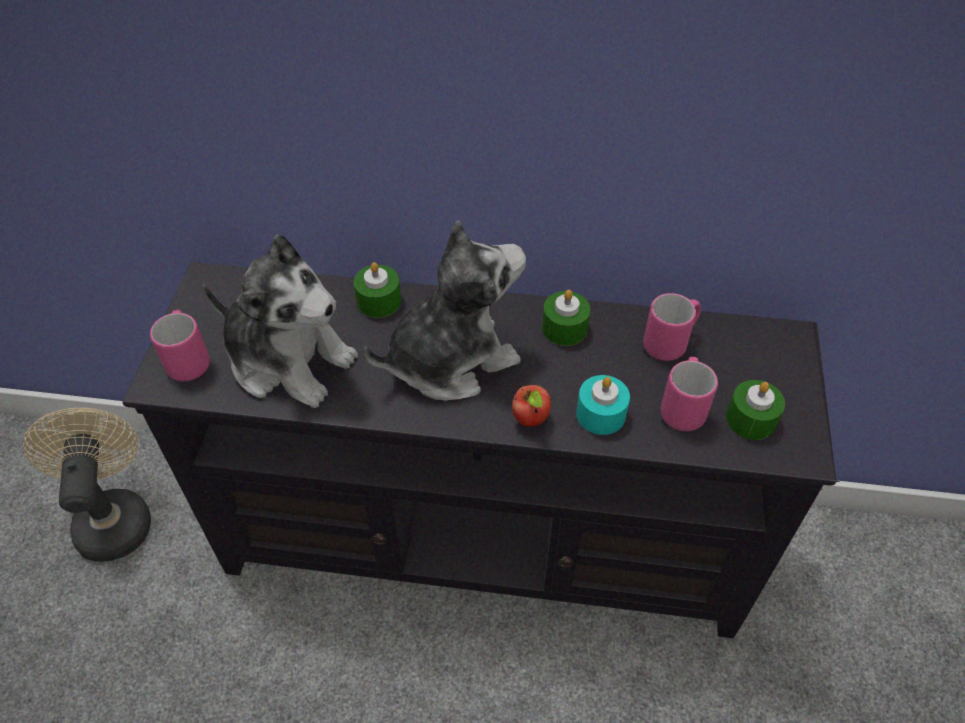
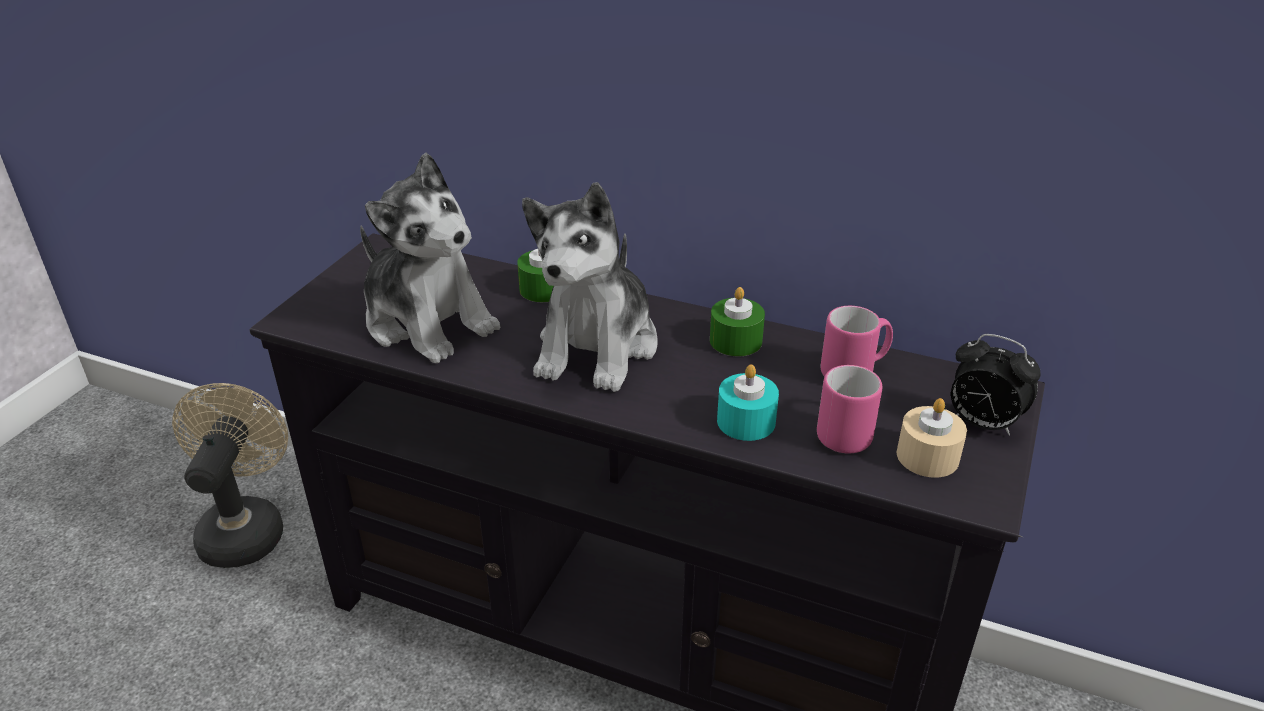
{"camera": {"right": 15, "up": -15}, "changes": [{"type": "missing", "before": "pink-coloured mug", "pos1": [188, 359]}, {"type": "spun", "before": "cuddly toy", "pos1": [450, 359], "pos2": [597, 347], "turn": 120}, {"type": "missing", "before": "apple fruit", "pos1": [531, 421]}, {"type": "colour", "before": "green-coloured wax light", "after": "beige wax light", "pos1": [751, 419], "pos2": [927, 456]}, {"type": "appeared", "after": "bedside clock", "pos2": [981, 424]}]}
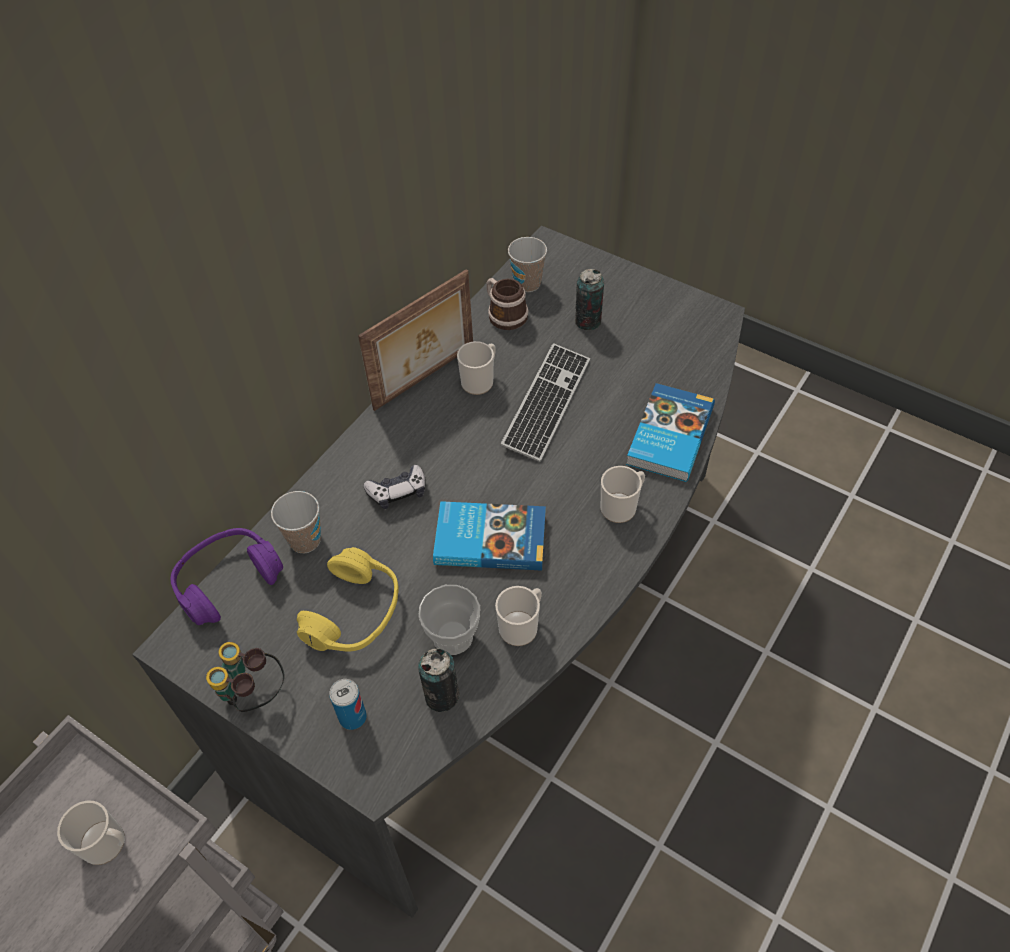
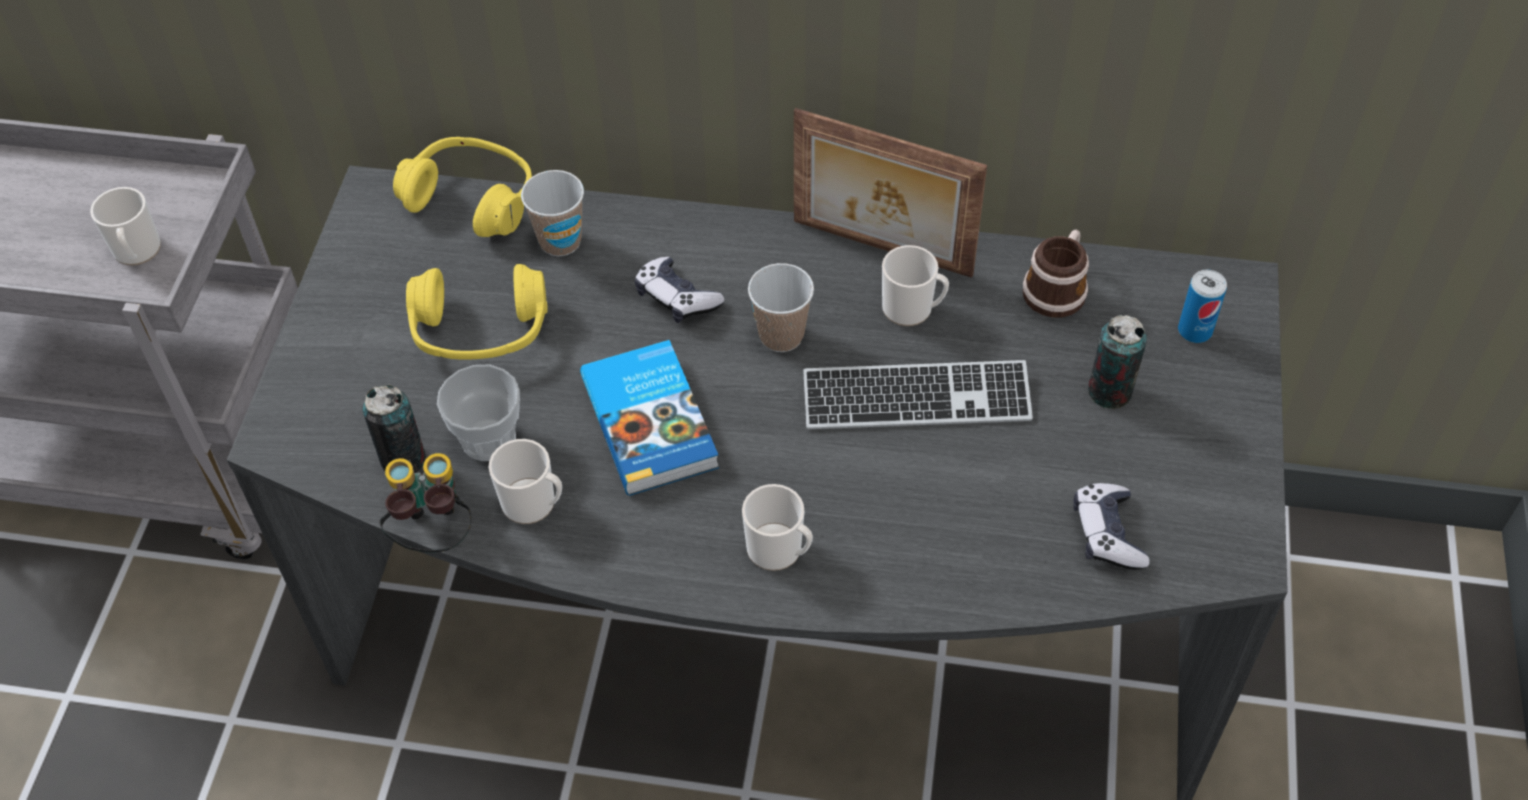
{"camera": {"right": 65, "up": 0}, "changes": [{"type": "colour", "before": "purple-coloured headset", "after": "yellow headset", "pos1": [228, 581], "pos2": [472, 199]}, {"type": "relocated", "before": "pair of binoculars", "pos1": [254, 695], "pos2": [433, 533]}, {"type": "relocated", "before": "sealed can", "pos1": [352, 717], "pos2": [1194, 330]}, {"type": "relocated", "before": "cup", "pos1": [527, 283], "pos2": [781, 336]}, {"type": "missing", "before": "volume", "pos1": [668, 436]}, {"type": "appeared", "after": "gamepad", "pos2": [1107, 534]}]}
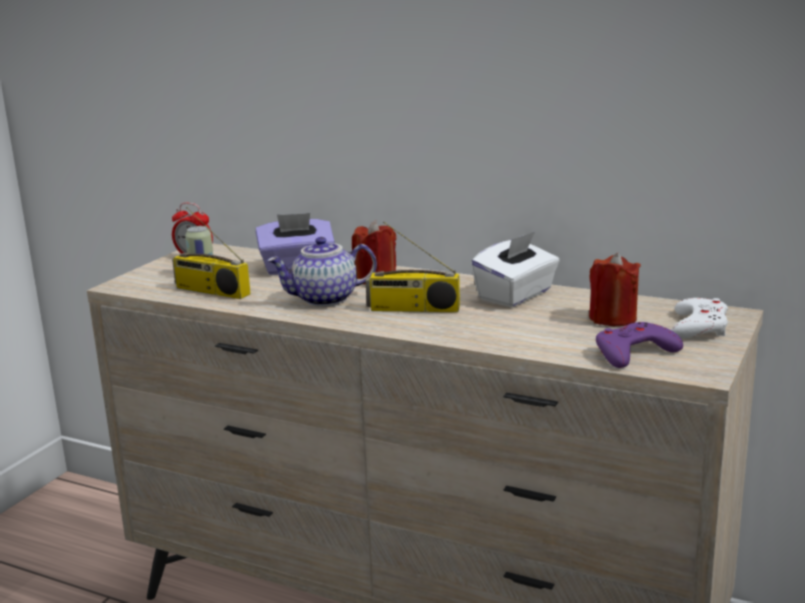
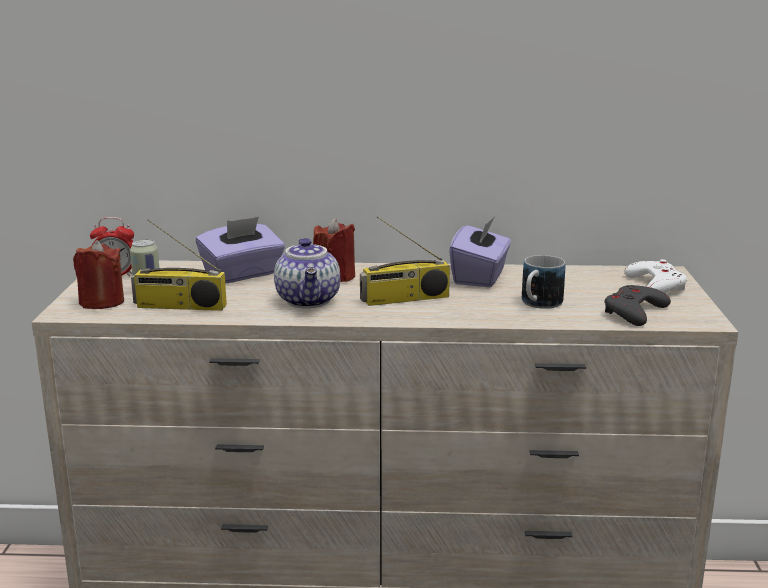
{"camera": {"right": -25, "up": 0}, "changes": [{"type": "spun", "before": "tea pot", "pos1": [325, 300], "pos2": [309, 301], "turn": -60}, {"type": "colour", "before": "white box of tissues", "after": "purple-coloured box of tissues", "pos1": [516, 295], "pos2": [480, 277]}, {"type": "relocated", "before": "reddish wax light", "pos1": [612, 318], "pos2": [102, 302]}, {"type": "colour", "before": "purple-coloured gamepad", "after": "gray gamepad", "pos1": [634, 352], "pos2": [634, 312]}, {"type": "appeared", "after": "mug", "pos2": [538, 304]}]}
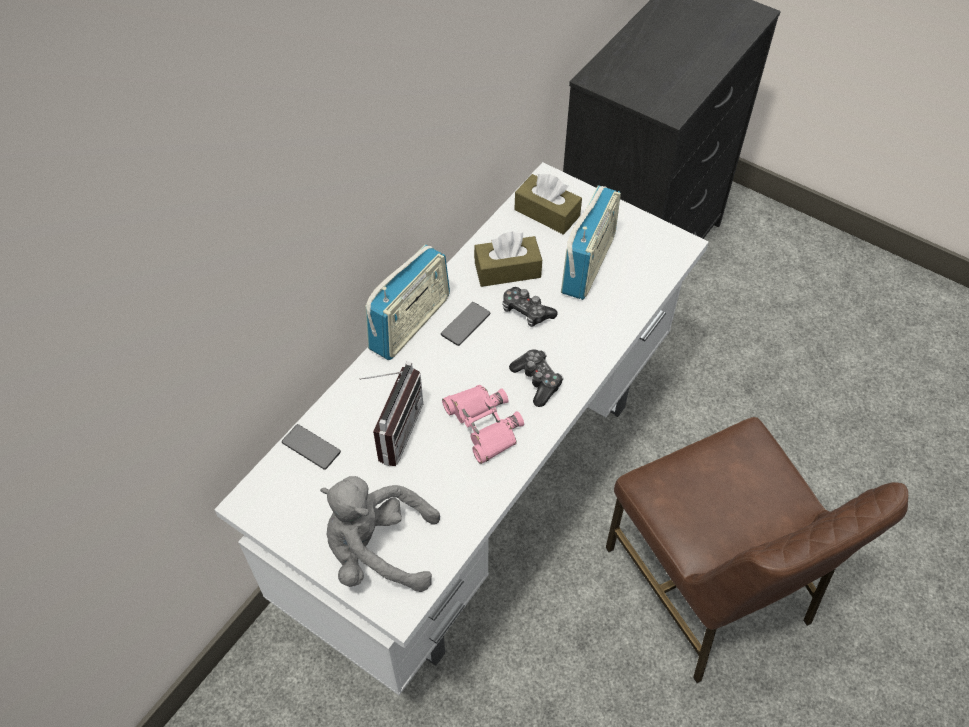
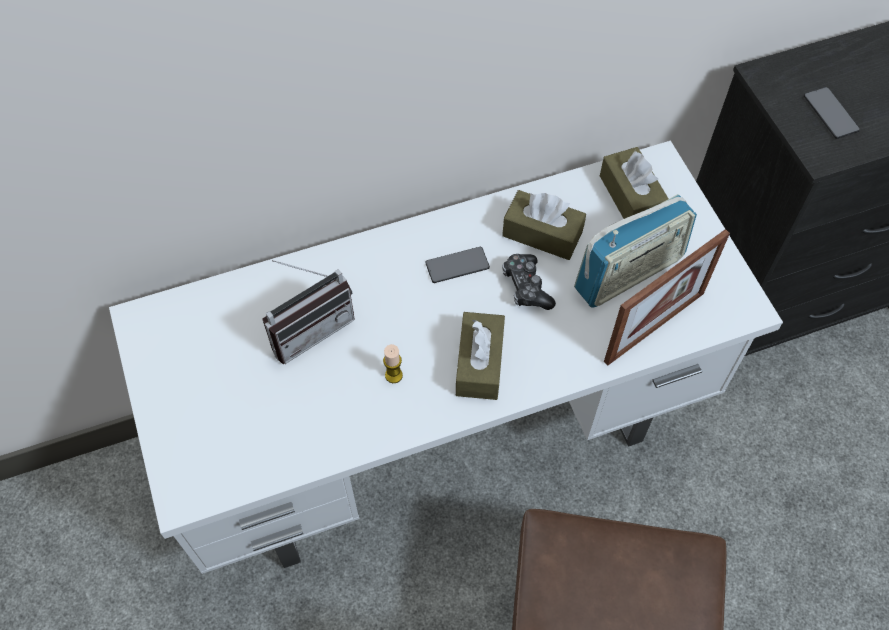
{"camera": {"right": 35, "up": 5}, "changes": [{"type": "relocated", "before": "handset", "pos1": [311, 447], "pos2": [830, 114]}, {"type": "missing", "before": "gray cuddly toy", "pos1": [377, 551]}, {"type": "missing", "before": "radio set", "pos1": [410, 323]}, {"type": "exchanged", "before": "pink-coloured pair of binoculars", "after": "wax light", "pos1": [483, 425], "pos2": [393, 375]}, {"type": "exchanged", "before": "gamepad", "after": "brown-coloured box of tissues", "pos1": [537, 381], "pos2": [479, 363]}, {"type": "appeared", "after": "standing frame", "pos2": [654, 327]}]}
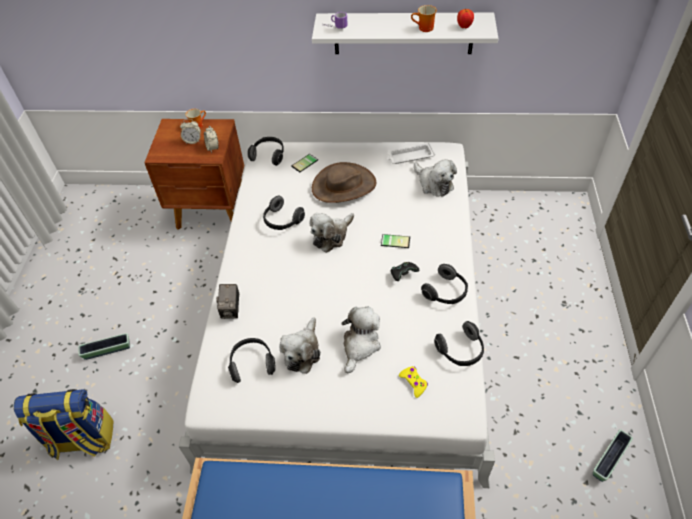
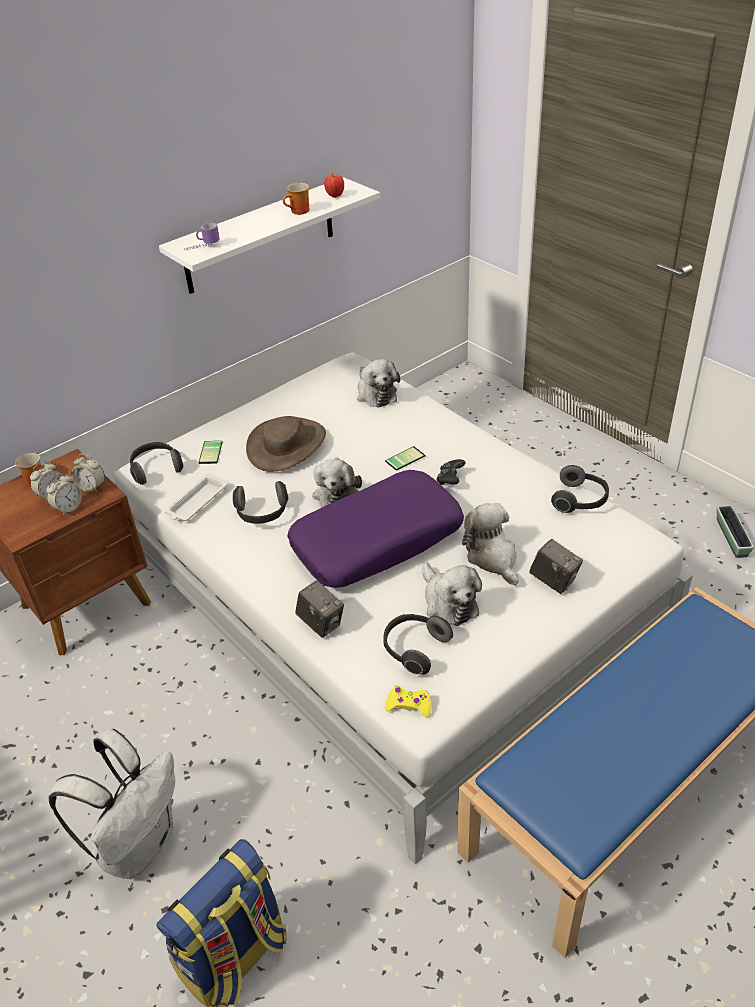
{"camera": {"right": -45, "up": -10}, "changes": [{"type": "exchanged", "before": "plant pot", "after": "white knapsack", "pos1": [107, 350], "pos2": [138, 843]}, {"type": "relocated", "before": "white tray", "pos1": [410, 156], "pos2": [197, 502]}, {"type": "relocated", "before": "yellow gamepad", "pos1": [413, 382], "pos2": [409, 705]}, {"type": "spun", "before": "cuddly toy", "pos1": [434, 183], "pos2": [375, 393], "turn": 60}, {"type": "missing", "before": "headset", "pos1": [446, 292]}, {"type": "appeared", "after": "bedside clock", "pos2": [68, 508]}, {"type": "appeared", "after": "purple-coloured cushion", "pos2": [377, 540]}, {"type": "appeared", "after": "still camera", "pos2": [554, 581]}]}
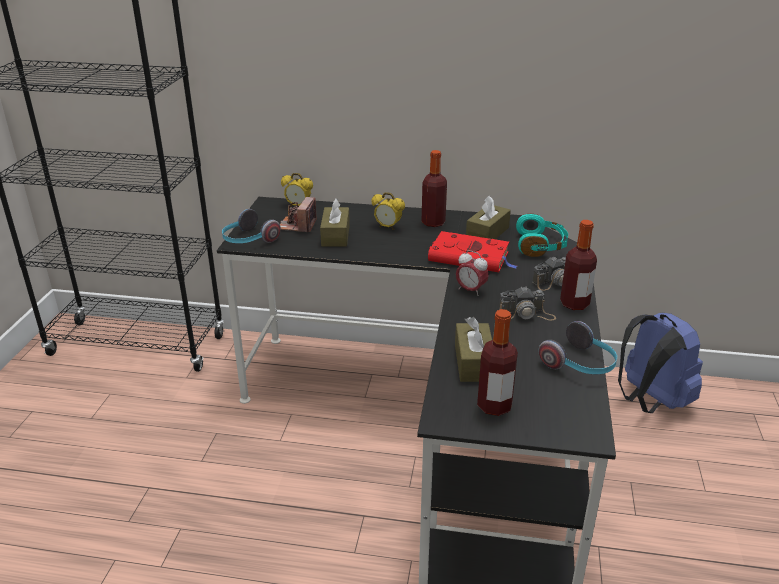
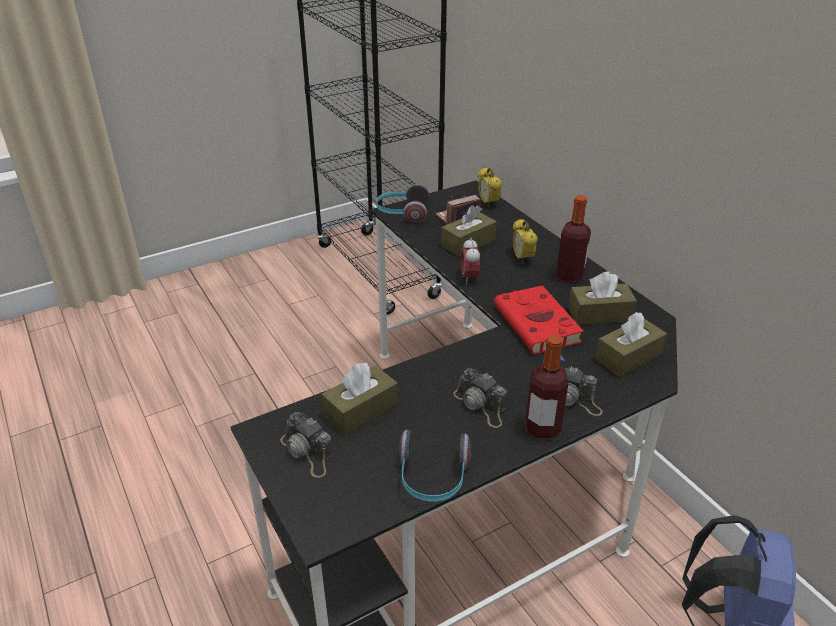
{"camera": {"right": 50, "up": 5}, "changes": [{"type": "relocated", "before": "bedside clock", "pos1": [470, 290], "pos2": [469, 278]}, {"type": "exchanged", "before": "drink bottle", "after": "still camera", "pos1": [494, 406], "pos2": [307, 452]}, {"type": "exchanged", "before": "turquoise headset", "after": "brown-coloured box of tissues", "pos1": [541, 245], "pos2": [628, 357]}]}
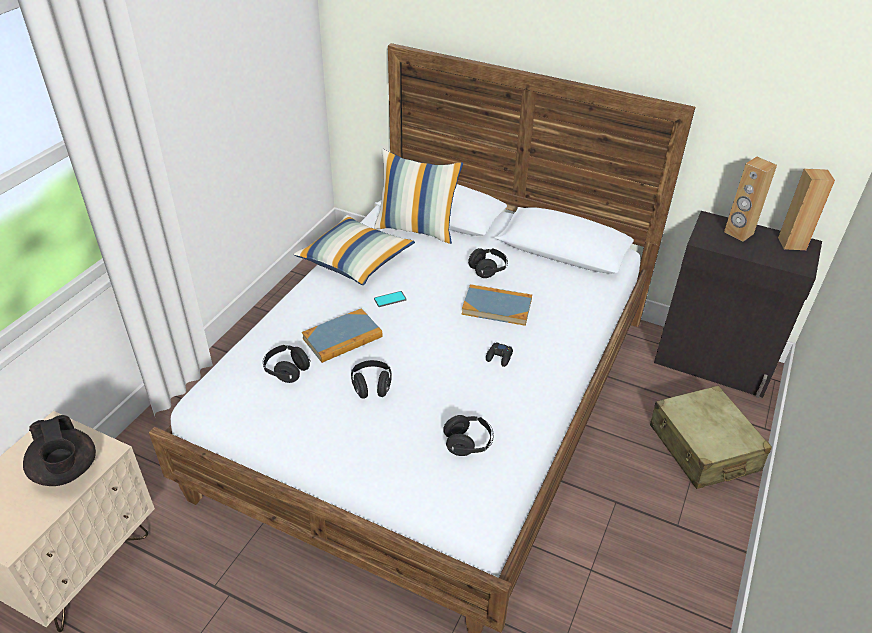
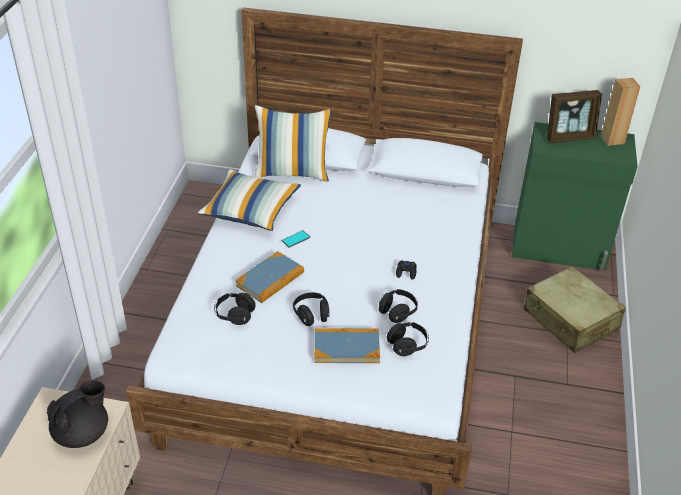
{"camera": {"right": -15, "up": 0}, "changes": [{"type": "spun", "before": "black tea pot", "pos1": [66, 471], "pos2": [83, 433], "turn": -90}, {"type": "relocated", "before": "volume", "pos1": [497, 307], "pos2": [346, 348]}, {"type": "relocated", "before": "black headset", "pos1": [488, 270], "pos2": [397, 312]}, {"type": "colour", "before": "black storage cabinet", "after": "green-coloured storage cabinet", "pos1": [713, 363], "pos2": [559, 249]}, {"type": "exchanged", "before": "brown-coloured audio speaker", "after": "standing frame", "pos1": [738, 233], "pos2": [569, 137]}]}
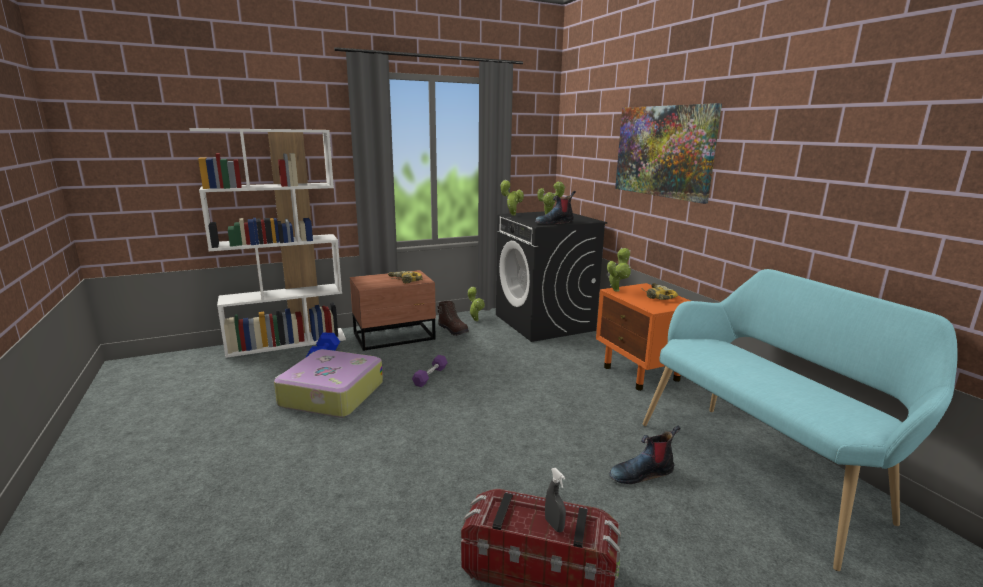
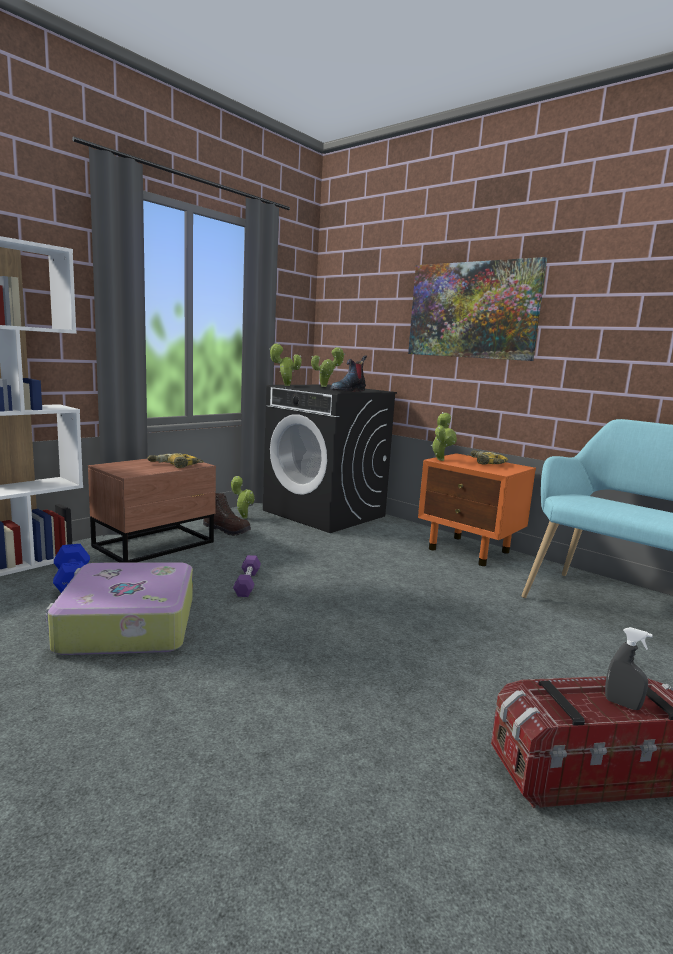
{"camera": {"right": -25, "up": -5}, "changes": [{"type": "missing", "before": "boot", "pos1": [641, 473]}]}
